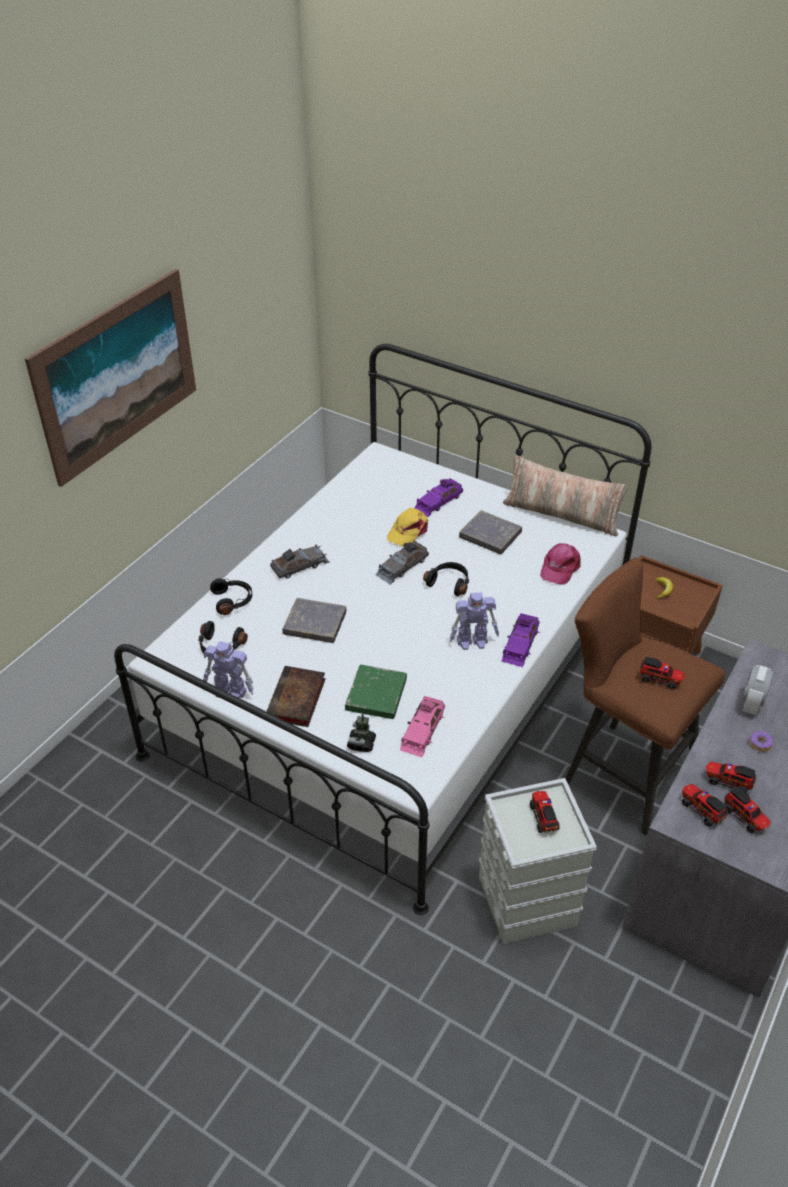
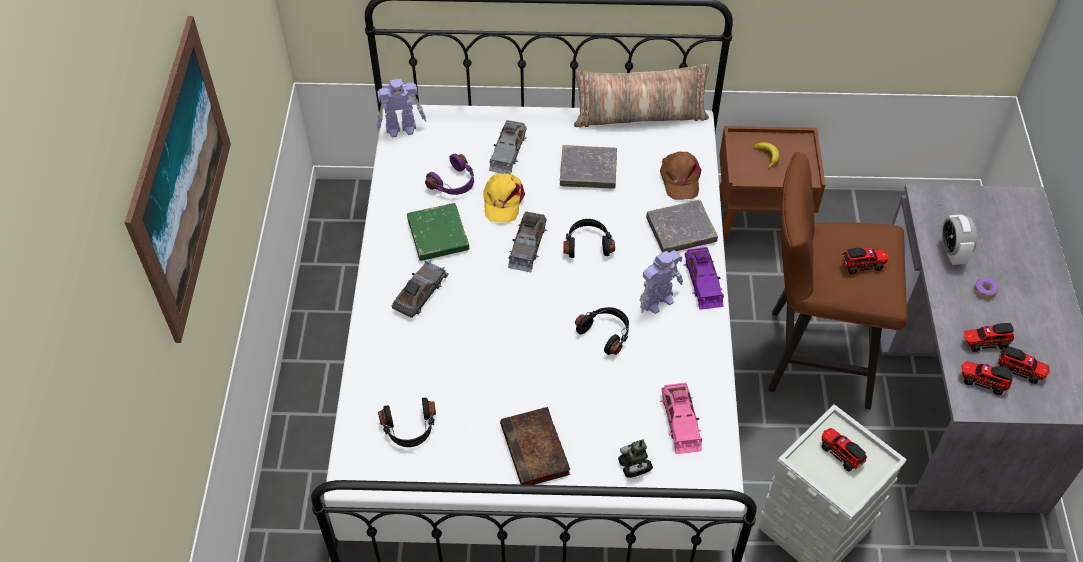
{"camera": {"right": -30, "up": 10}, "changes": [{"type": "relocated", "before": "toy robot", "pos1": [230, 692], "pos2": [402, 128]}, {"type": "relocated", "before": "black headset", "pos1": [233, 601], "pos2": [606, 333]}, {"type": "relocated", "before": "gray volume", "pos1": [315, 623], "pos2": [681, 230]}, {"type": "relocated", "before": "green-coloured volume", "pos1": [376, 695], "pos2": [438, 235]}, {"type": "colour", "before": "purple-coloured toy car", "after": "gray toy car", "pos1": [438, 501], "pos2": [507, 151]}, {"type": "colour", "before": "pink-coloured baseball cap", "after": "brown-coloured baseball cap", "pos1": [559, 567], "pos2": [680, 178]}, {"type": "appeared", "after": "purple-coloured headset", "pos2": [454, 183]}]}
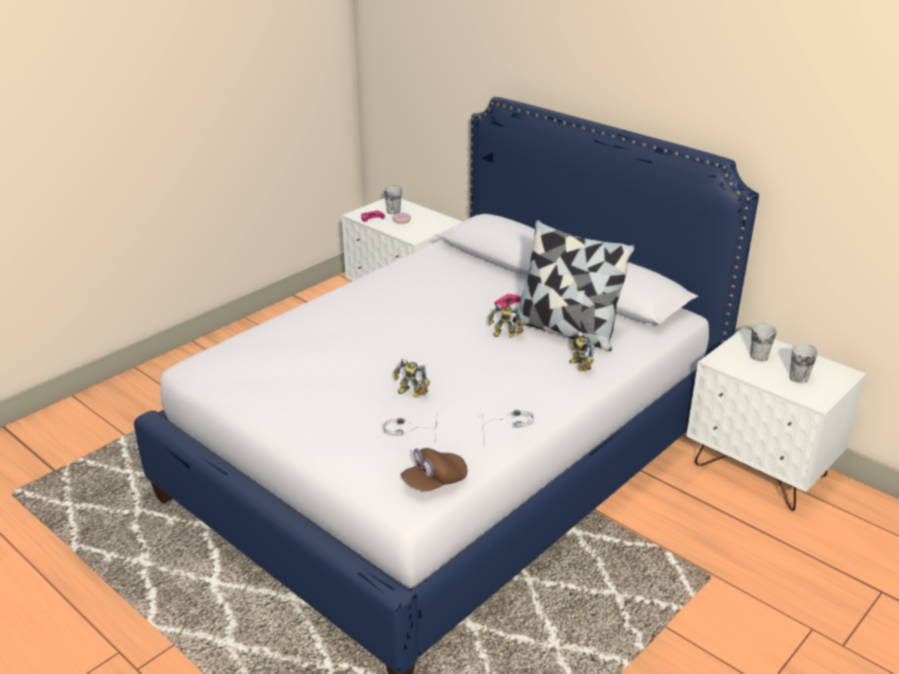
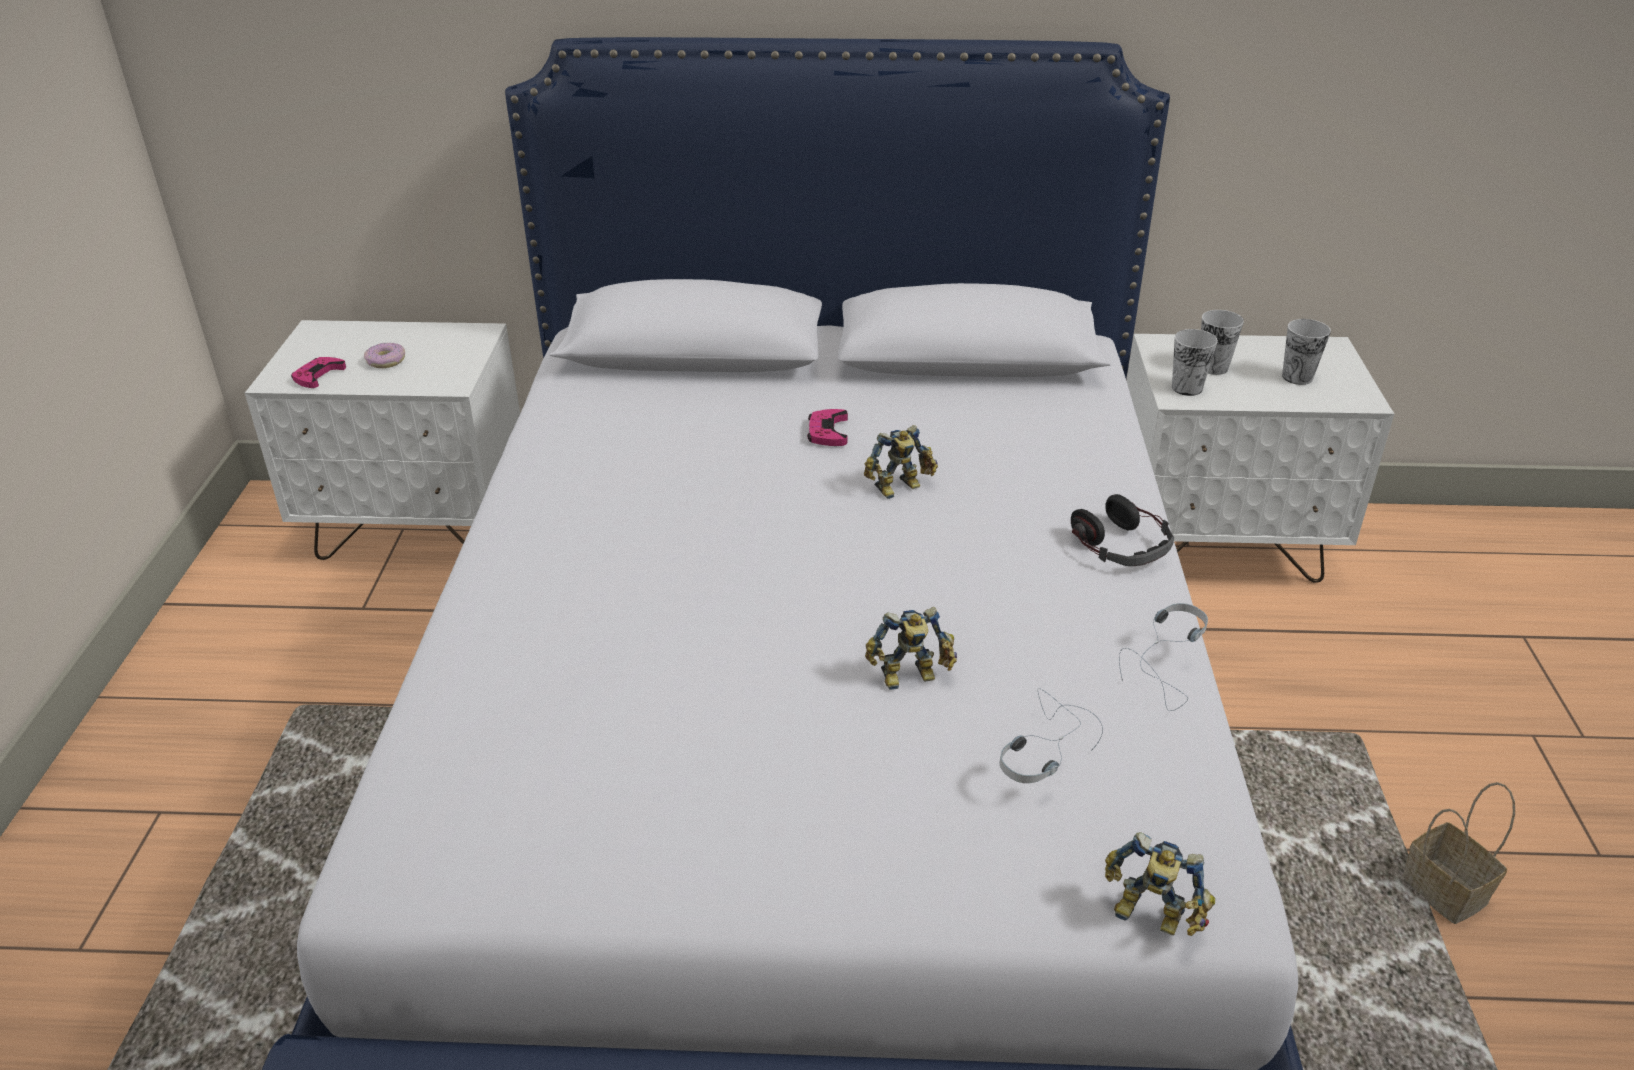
{"camera": {"right": -40, "up": 5}, "changes": [{"type": "relocated", "before": "cup", "pos1": [393, 211], "pos2": [1187, 388]}, {"type": "missing", "before": "brown-coloured baseball cap", "pos1": [434, 482]}, {"type": "missing", "before": "cushion", "pos1": [566, 330]}, {"type": "relocated", "before": "toy robot", "pos1": [578, 366], "pos2": [1150, 918]}, {"type": "appeared", "after": "headset", "pos2": [1121, 544]}, {"type": "appeared", "after": "household basket", "pos2": [1441, 889]}]}
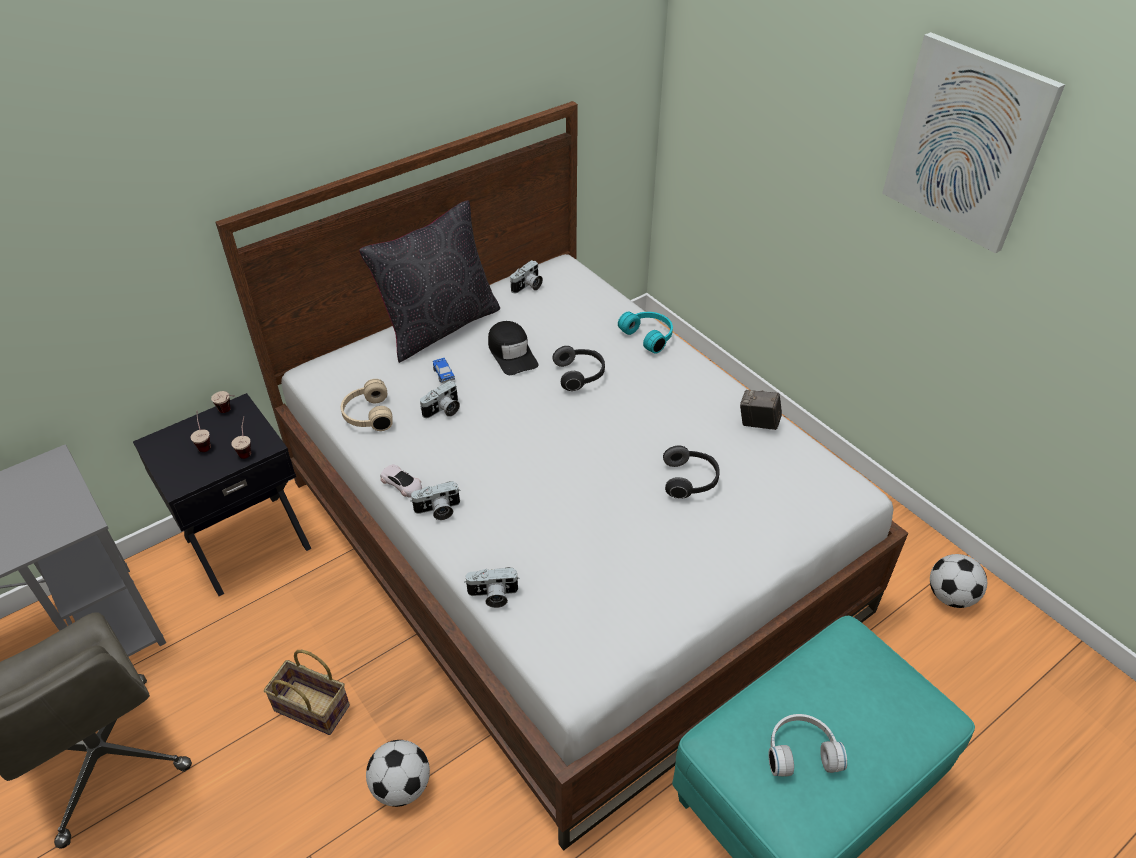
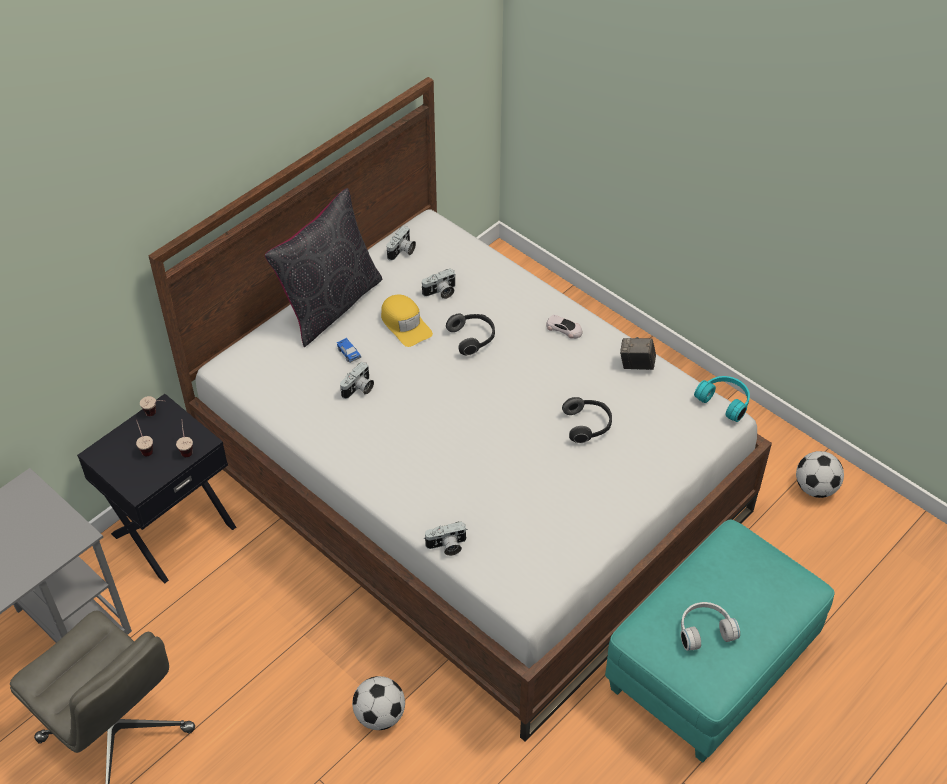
{"camera": {"right": -10, "up": 5}, "changes": [{"type": "missing", "before": "household basket", "pos1": [309, 708]}, {"type": "missing", "before": "beige headset", "pos1": [367, 415]}, {"type": "relocated", "before": "white toy car", "pos1": [402, 484], "pos2": [564, 329]}, {"type": "relocated", "before": "still camera", "pos1": [438, 510], "pos2": [440, 292]}, {"type": "colour", "before": "black baseball cap", "after": "yellow baseball cap", "pos1": [512, 353], "pos2": [405, 324]}, {"type": "relocated", "before": "turquoise headset", "pos1": [649, 336], "pos2": [725, 401]}, {"type": "missing", "before": "wall art", "pos1": [967, 143]}]}
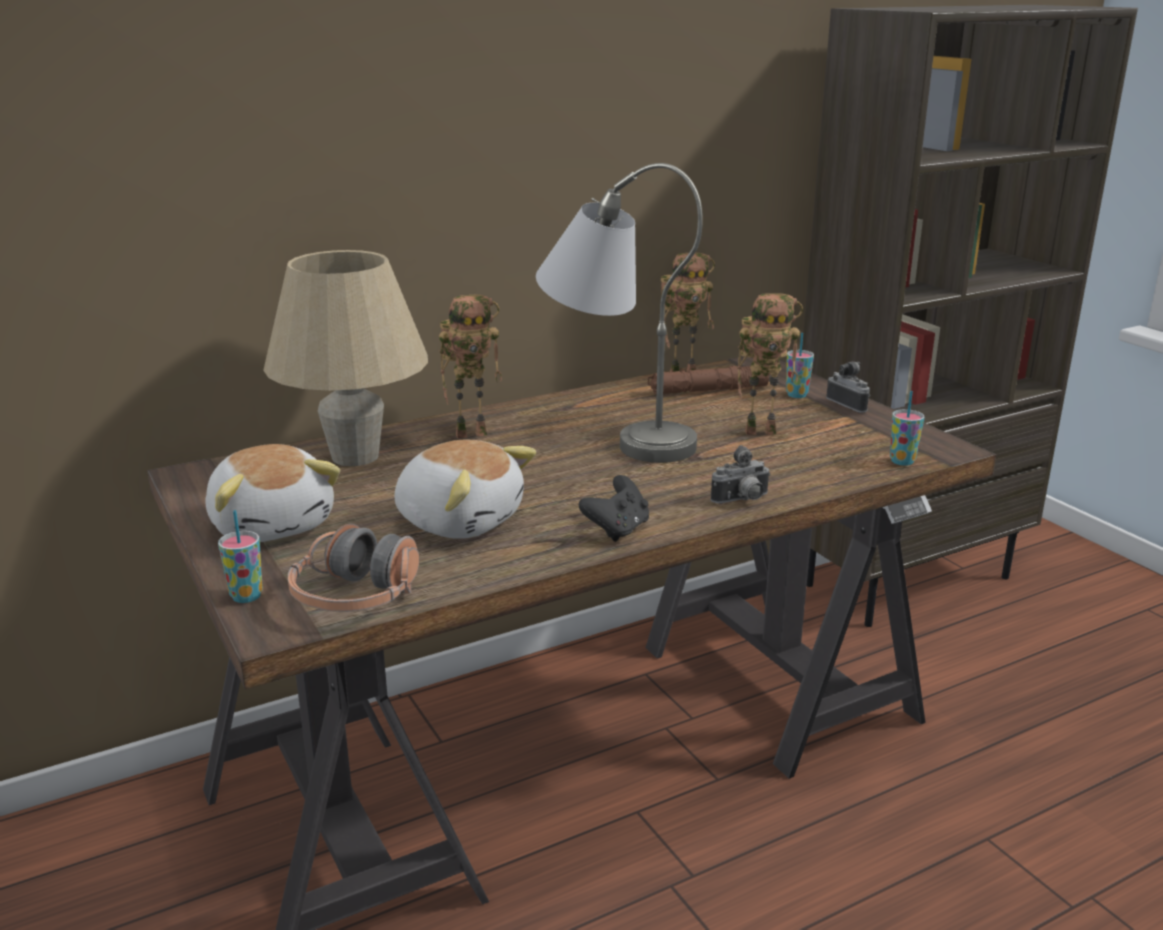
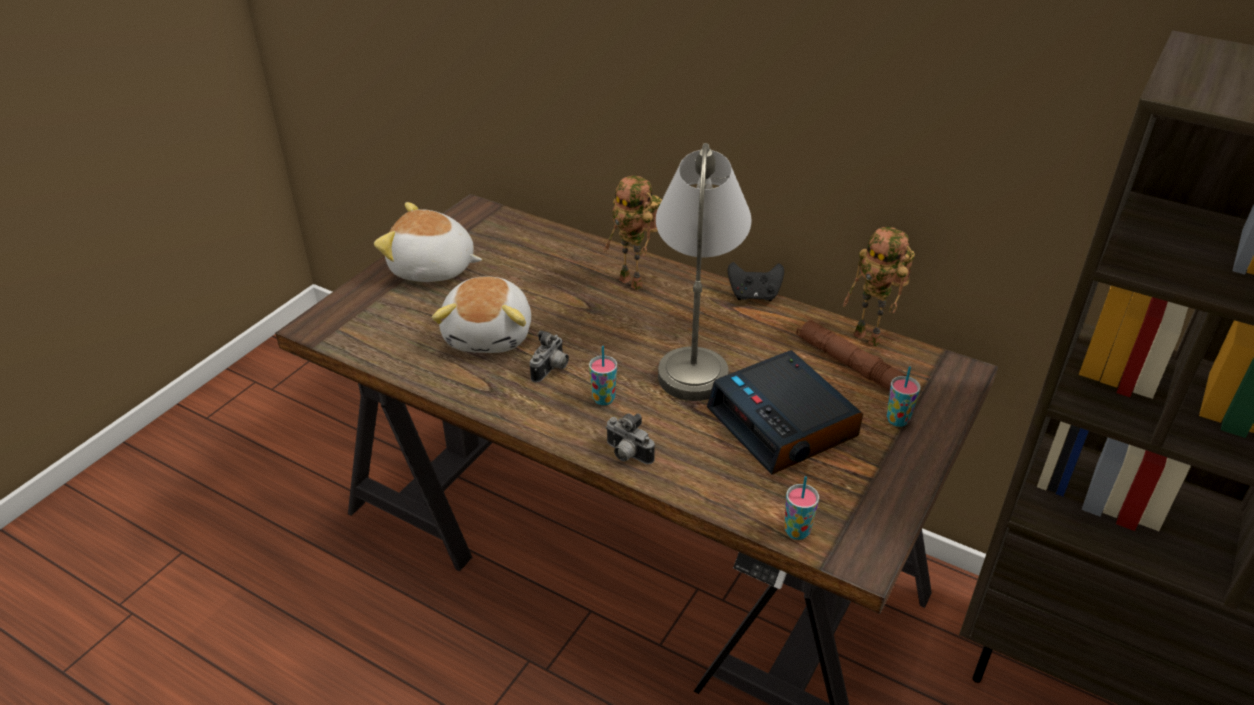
{"camera": {"right": 60, "up": 15}, "changes": [{"type": "spun", "before": "cuddly toy", "pos1": [273, 524], "pos2": [432, 269], "turn": 75}, {"type": "relocated", "before": "cup", "pos1": [246, 596], "pos2": [603, 399]}, {"type": "missing", "before": "beige table lamp", "pos1": [355, 456]}, {"type": "missing", "before": "headset", "pos1": [356, 597]}, {"type": "relocated", "before": "black gamepad", "pos1": [617, 530], "pos2": [754, 295]}, {"type": "exchanged", "before": "toy robot", "after": "bedside clock", "pos1": [762, 431], "pos2": [784, 424]}, {"type": "relocated", "before": "still camera", "pos1": [850, 404], "pos2": [551, 370]}]}
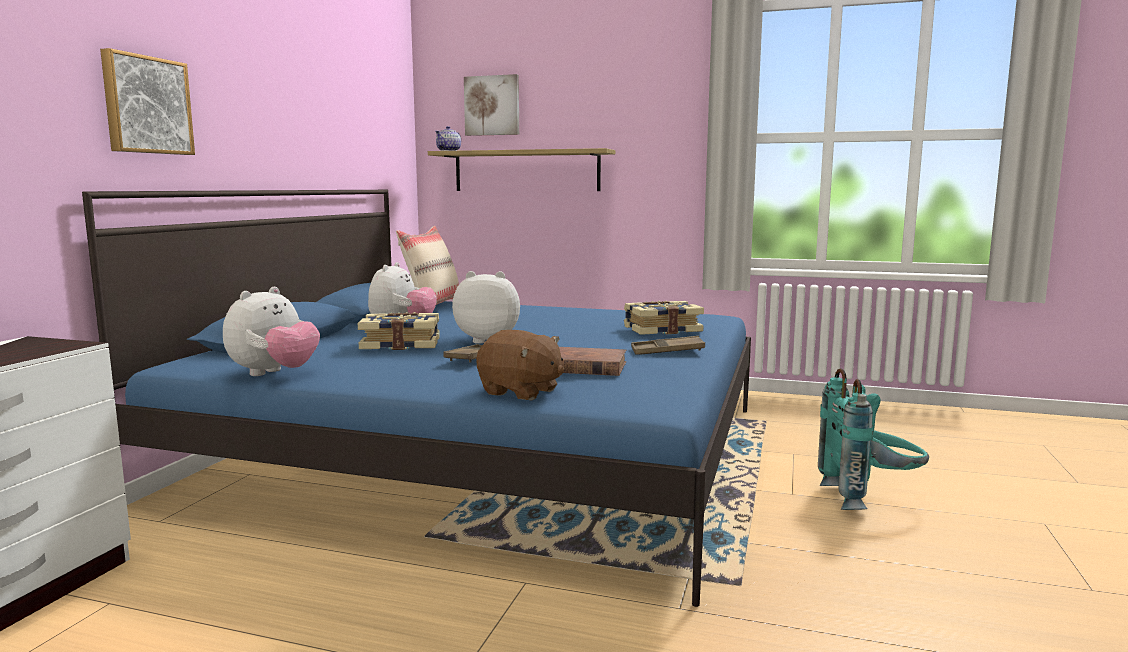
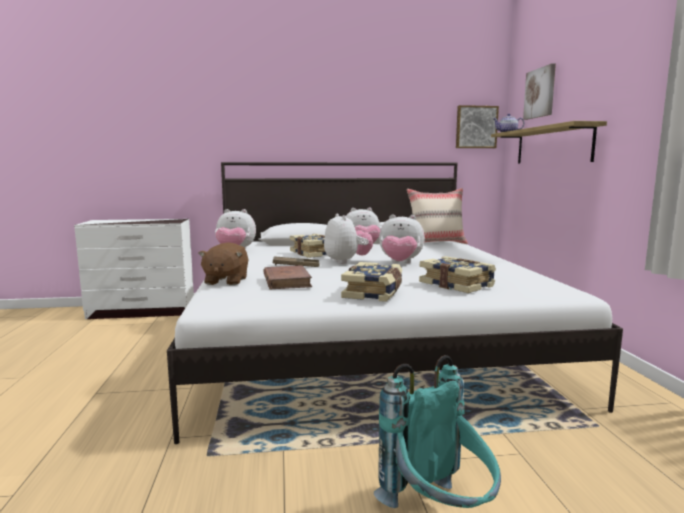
{"camera": {"right": 65, "up": 0}, "changes": [{"type": "colour", "before": "bluish sleeping bed", "after": "white sleeping bed", "pos1": [489, 452], "pos2": [364, 340]}, {"type": "relocated", "before": "wall art", "pos1": [146, 105], "pos2": [476, 127]}, {"type": "exchanged", "before": "brown-coloured tray", "after": "volume", "pos1": [667, 351], "pos2": [374, 293]}, {"type": "appeared", "after": "cuddly toy", "pos2": [400, 263]}]}
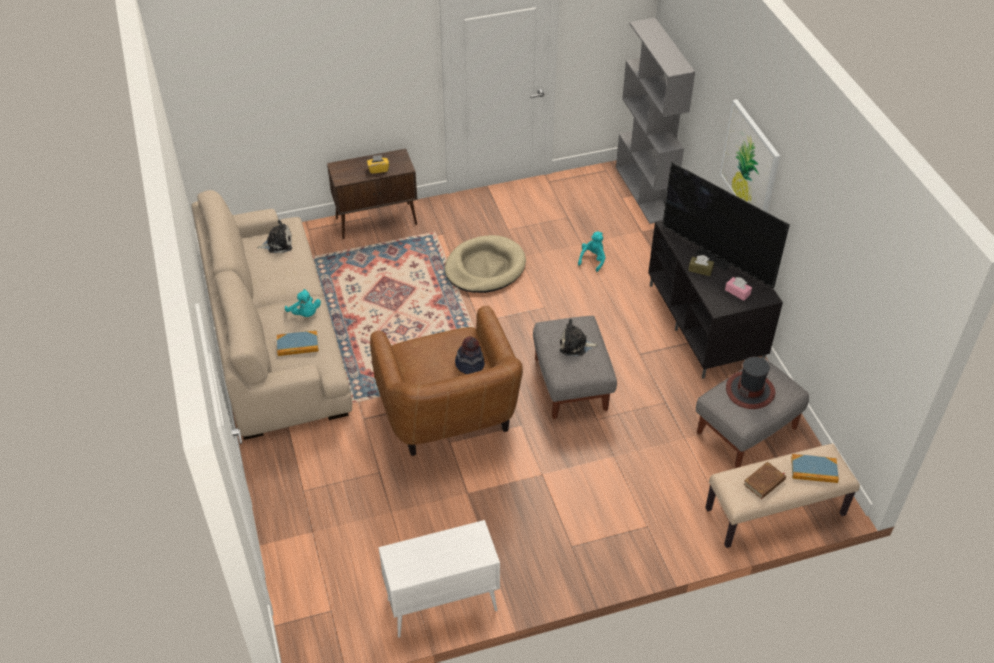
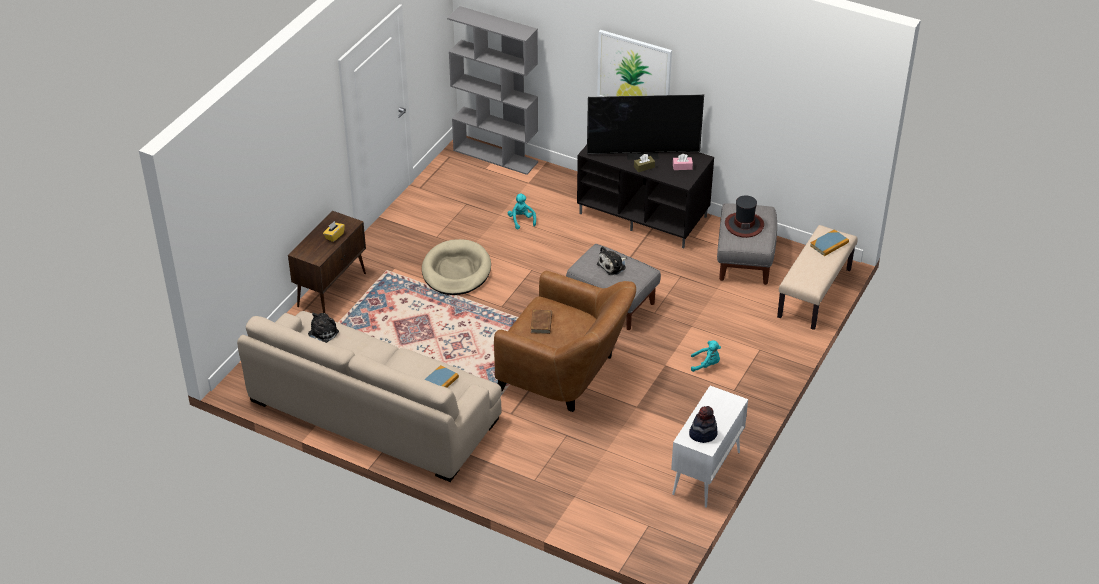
{"camera": {"right": -45, "up": -5}, "changes": [{"type": "relocated", "before": "turquoise cuddly toy", "pos1": [305, 314], "pos2": [706, 364]}, {"type": "relocated", "before": "hat", "pos1": [469, 364], "pos2": [703, 433]}, {"type": "relocated", "before": "brown-coloured volume", "pos1": [764, 482], "pos2": [541, 323]}]}
